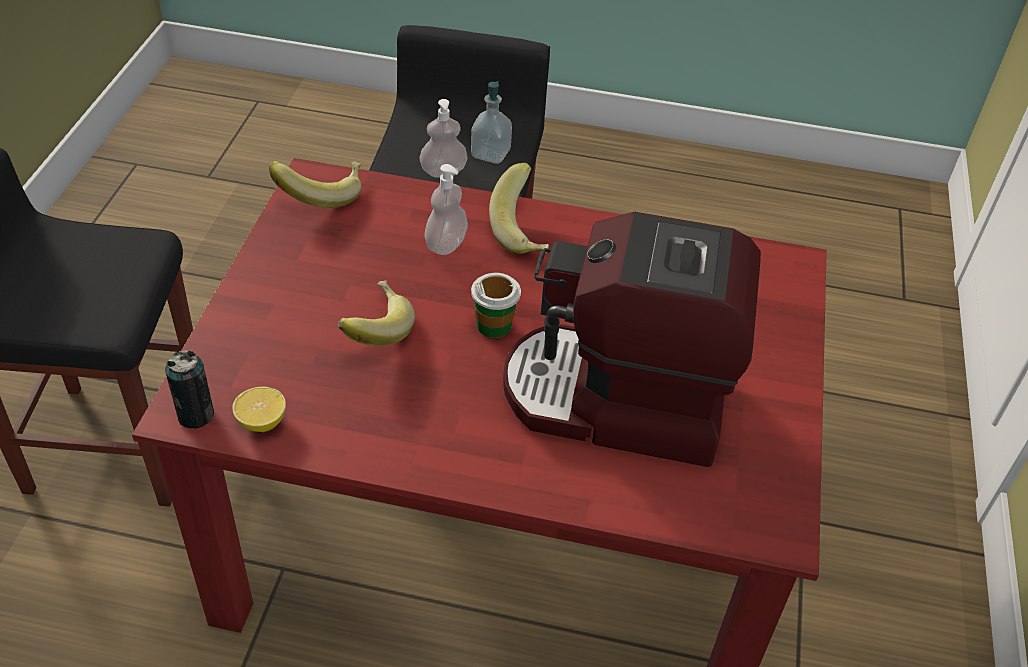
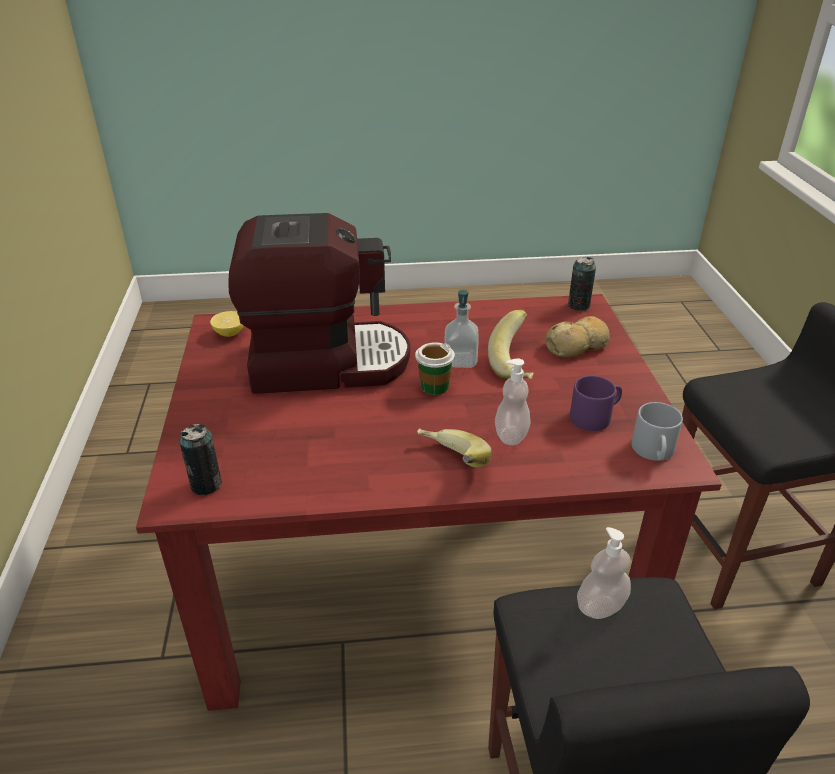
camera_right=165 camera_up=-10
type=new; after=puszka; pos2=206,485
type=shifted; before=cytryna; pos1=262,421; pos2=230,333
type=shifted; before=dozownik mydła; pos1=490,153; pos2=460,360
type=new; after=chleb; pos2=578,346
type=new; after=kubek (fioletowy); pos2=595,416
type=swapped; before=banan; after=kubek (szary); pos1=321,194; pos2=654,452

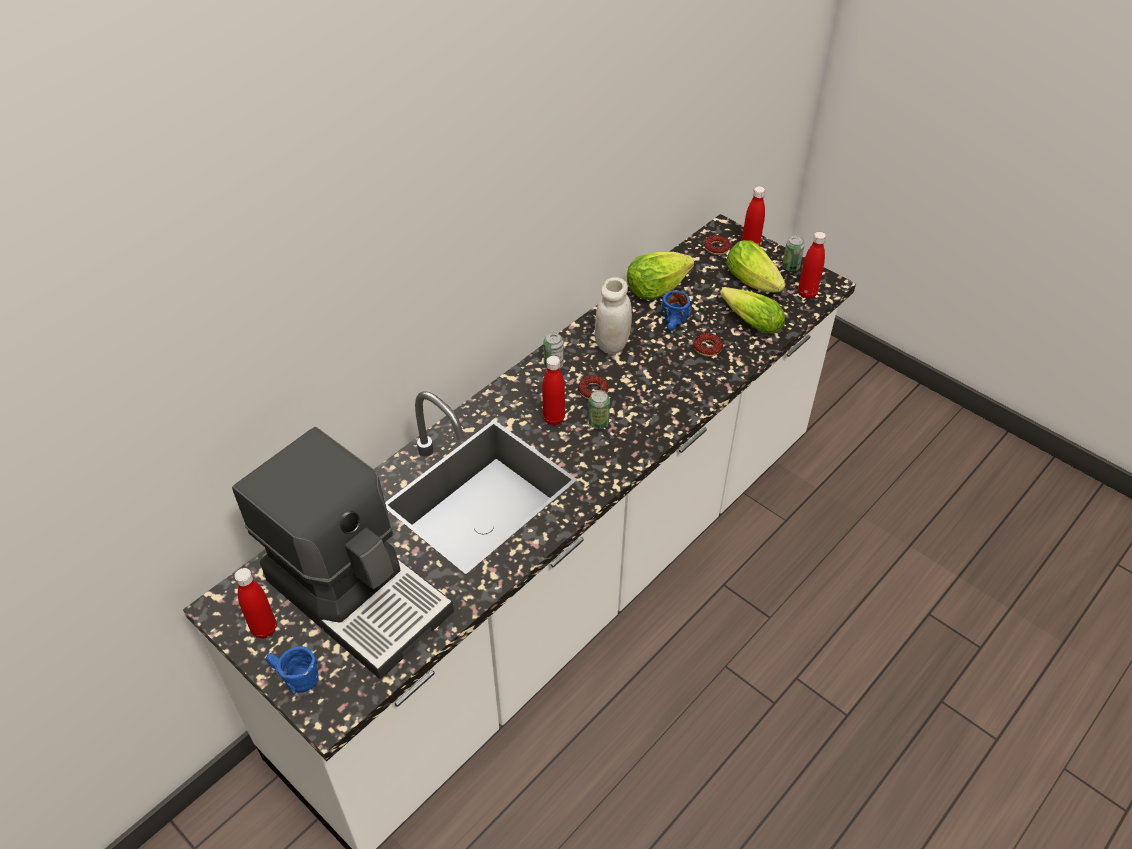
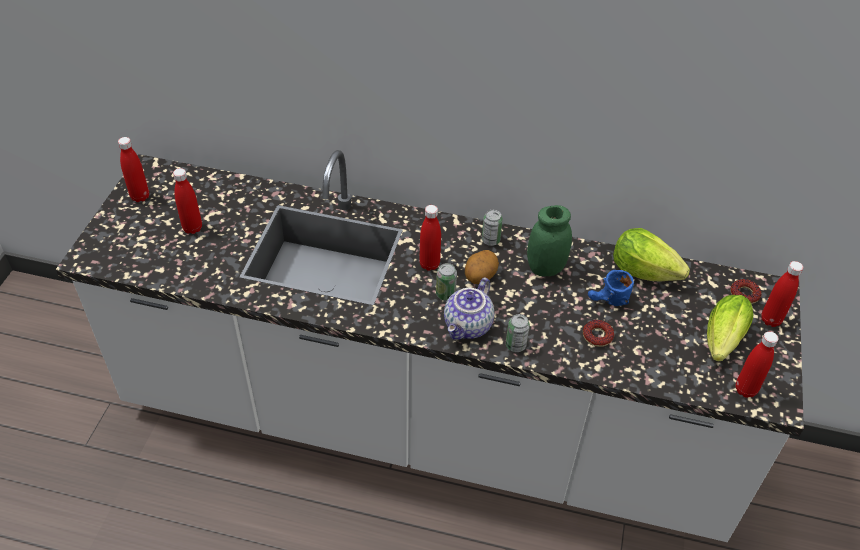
camera_right=60 camera_up=0
type=swapped; before=ekspres do kawy; after=butelka (czerwony); pos1=359,593; pos2=192,228
type=new; after=imbryk; pos2=468,326
type=swapped; before=donut; after=ziemniak; pos1=593,391; pos2=480,277
type=shifted; before=puszka; pos1=790,267; pos2=515,345
type=repainted; before=słoik (biały); after=słoik (zielony); pos1=612,344; pos2=545,268
type=gone; before=kubek (niebieski); pos1=293,678
type=gone; before=sałata; pos1=748,321

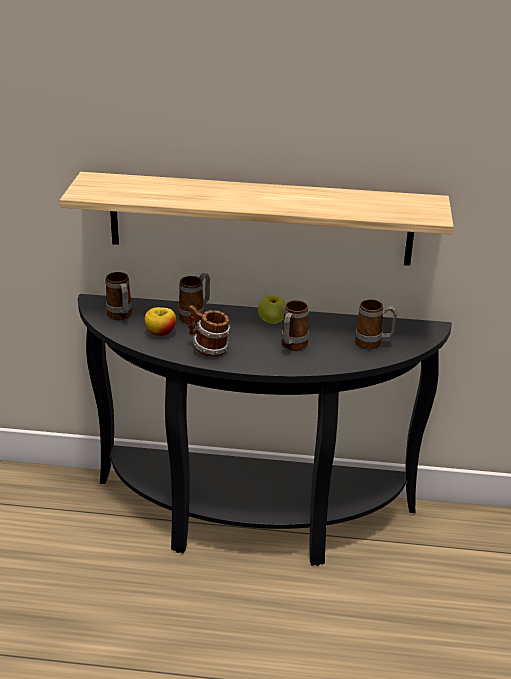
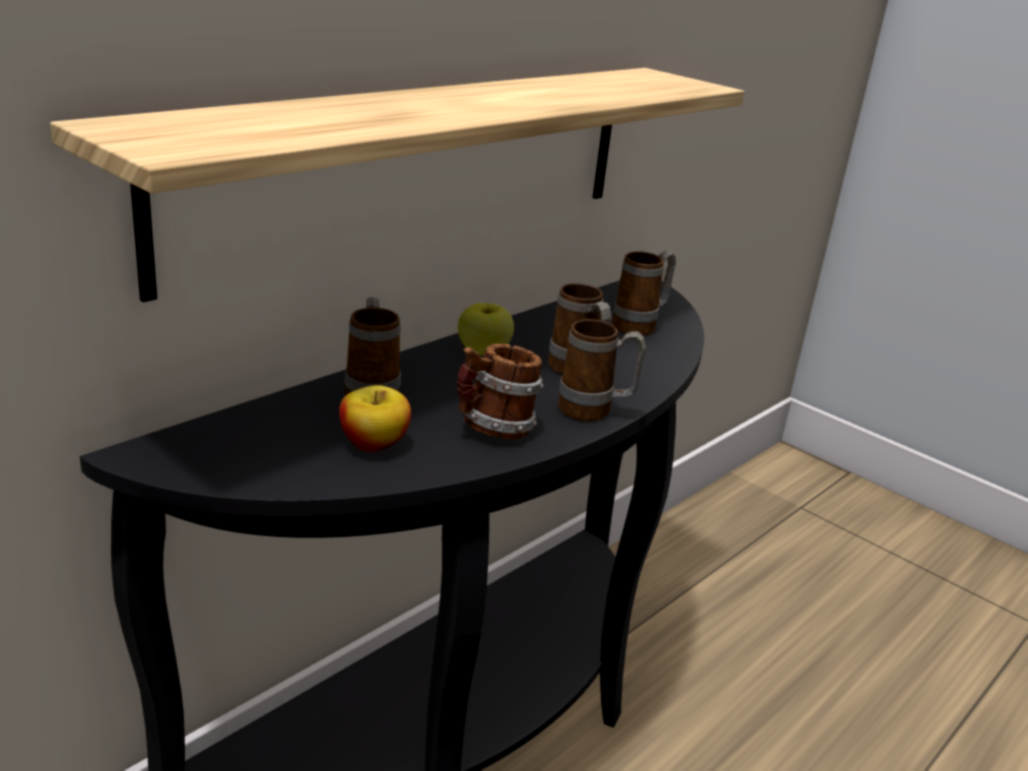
camera_right=-55 camera_up=-5
type=shifted; before=kubek; pos1=121,317; pos2=595,411

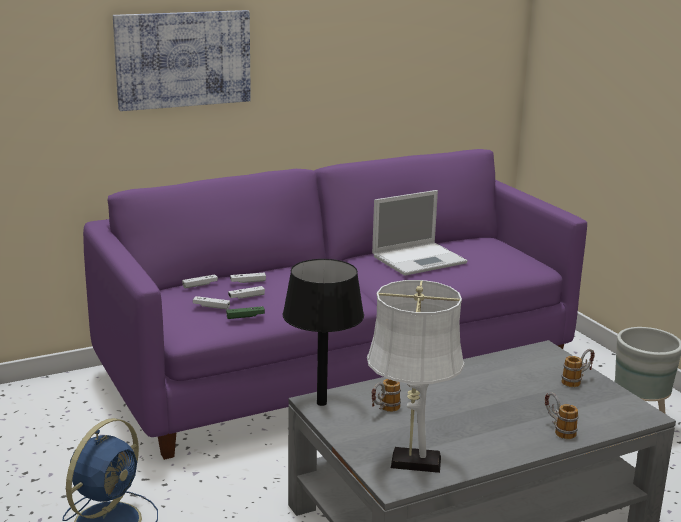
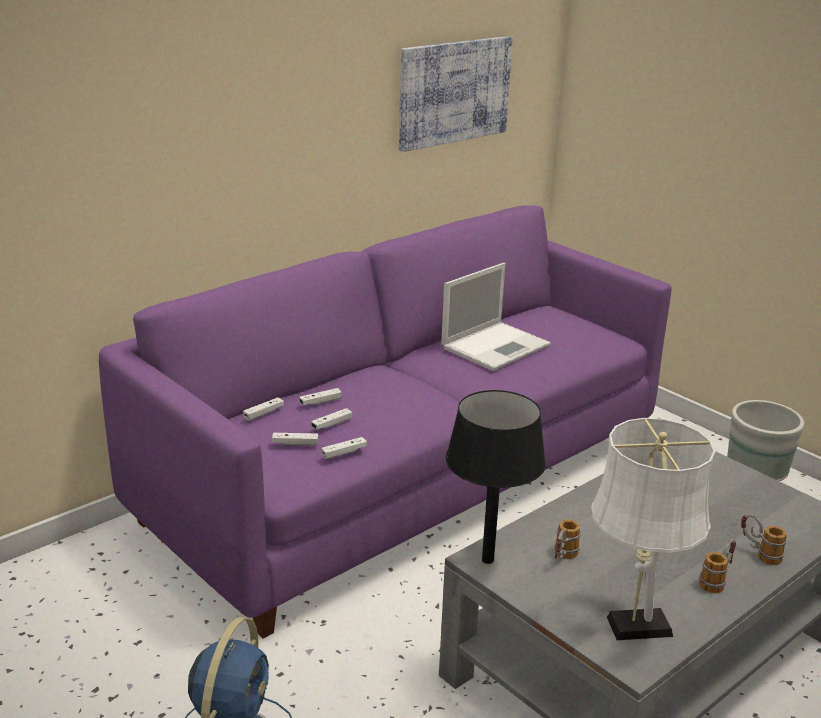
camera_right=-15 camera_up=5
type=repainted; before=pad do gier (zielony); after=pad do gier (biały); pos1=245,316; pos2=344,452
type=shifted; before=obraz; pos1=183,59; pos2=454,92
type=shifted; before=kubek; pos1=577,380; pos2=717,580

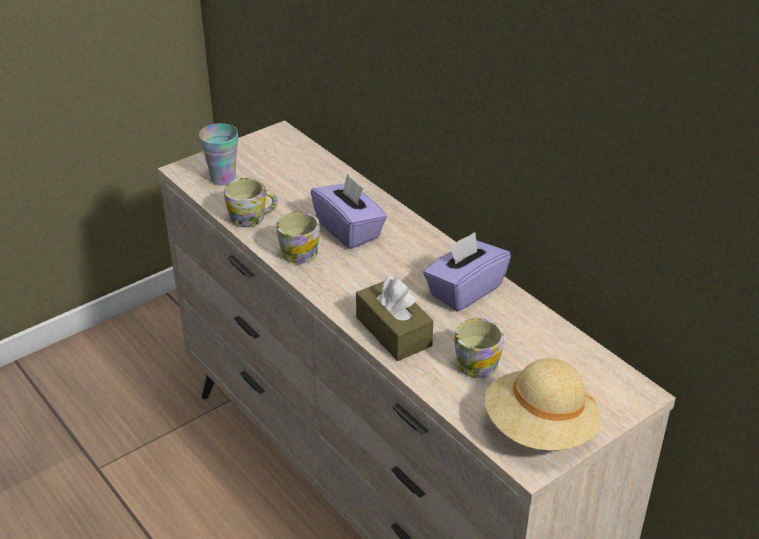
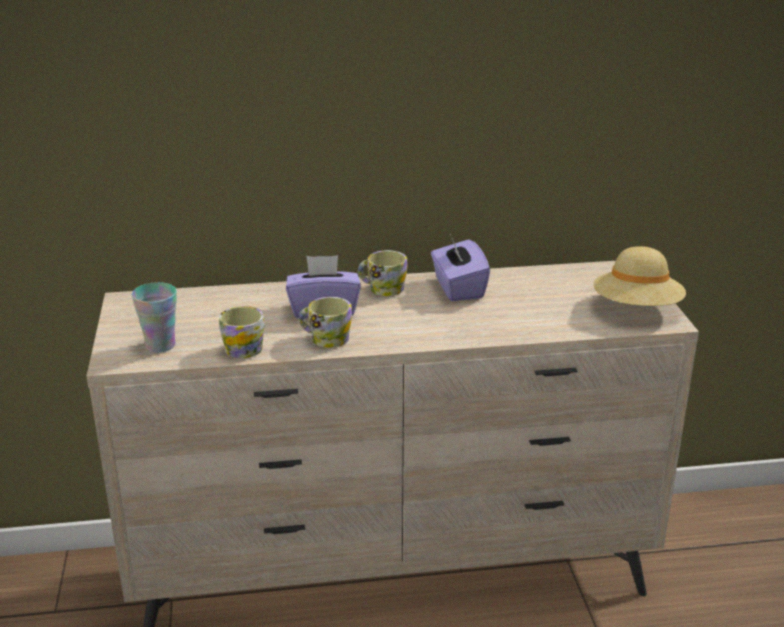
camera_right=-60 camera_up=-10
type=shifted; before=kubek; pos1=475,361; pos2=382,289
type=gone; before=pudełko chusteczek (brązowy); pos1=393,331

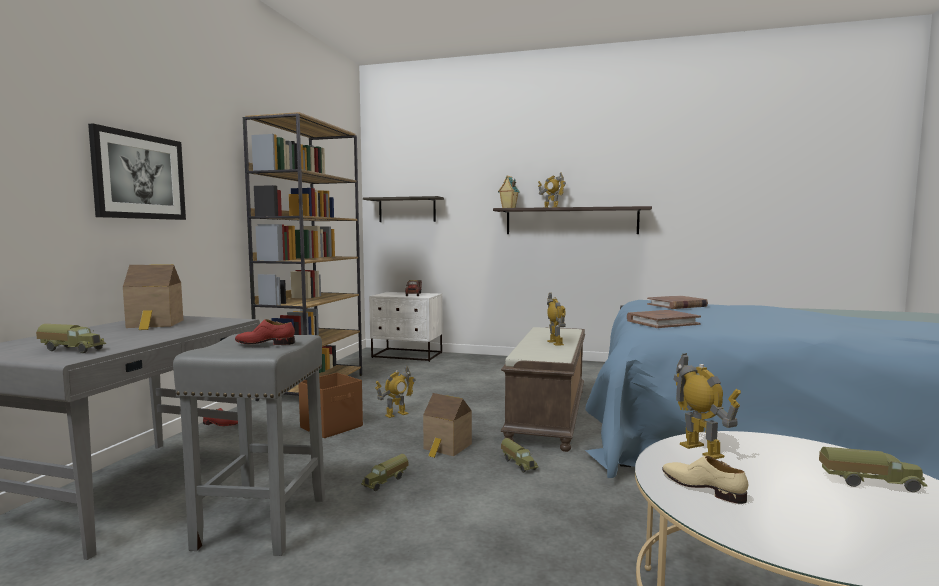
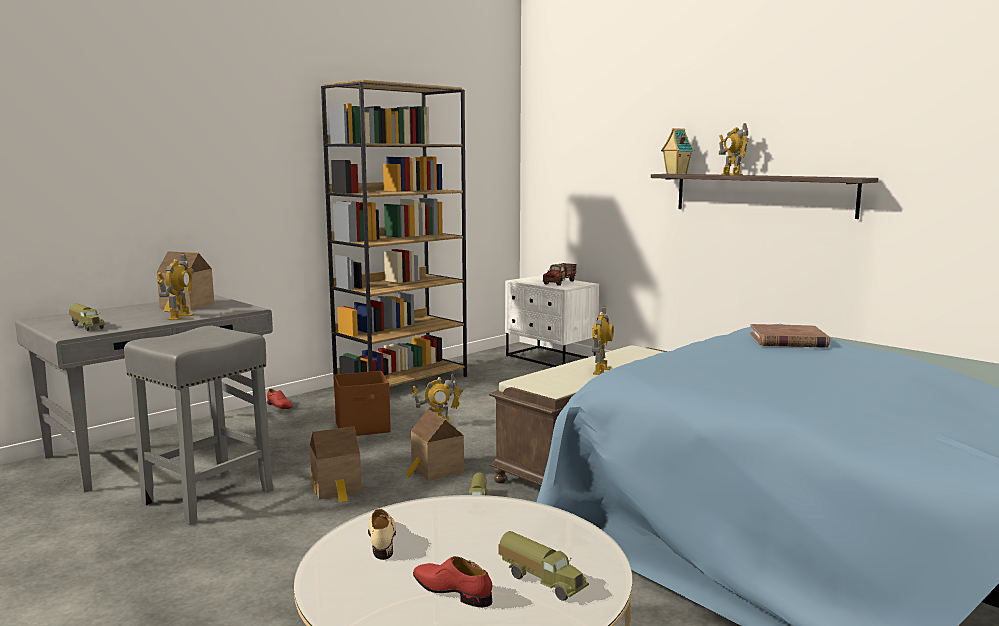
camera_right=30 camera_up=5
type=shifted; before=robot zabawkowy; pos1=701,450; pos2=180,317
type=swapped; before=ciężarówka zabawkowa; after=domek; pos1=386,481; pos2=337,489
type=shifted; before=but (czerwony); pos1=265,343; pos2=452,591
type=gone; before=obraz; pos1=139,176
type=gone; before=półka; pos1=407,210
type=gone; before=książka (brązowy); pos1=662,322

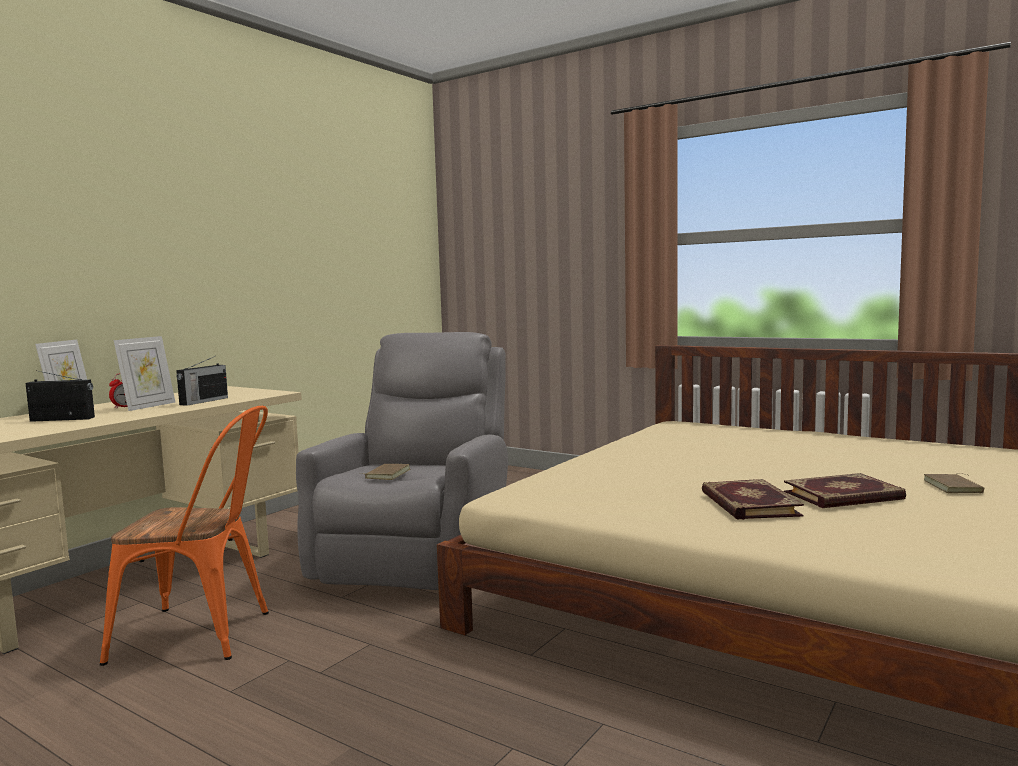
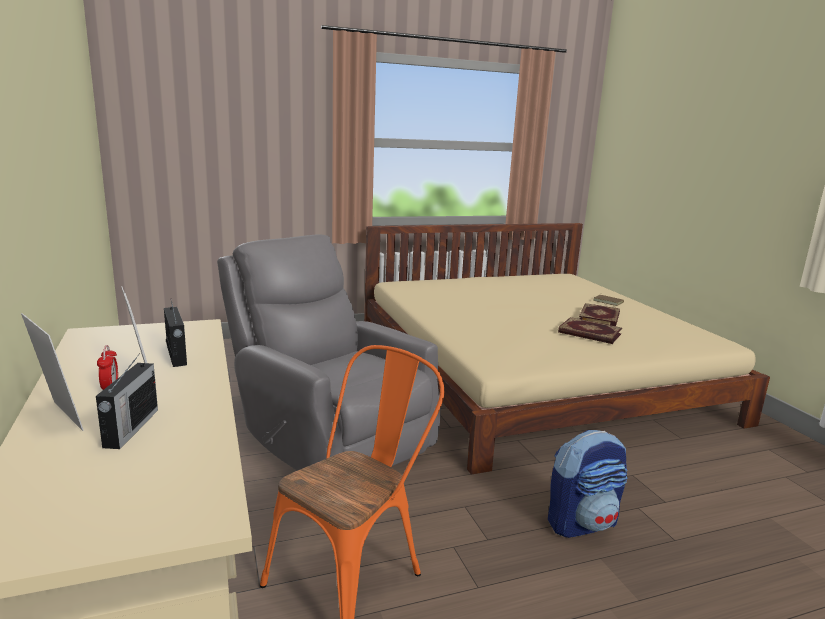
camera_right=-55 camera_up=10
type=rotated; before=radio; pos1=63,419; pos2=130,428; turn=150
type=new; after=plecak; pos2=582,522
type=gone; before=książka (brązowy); pos1=386,474

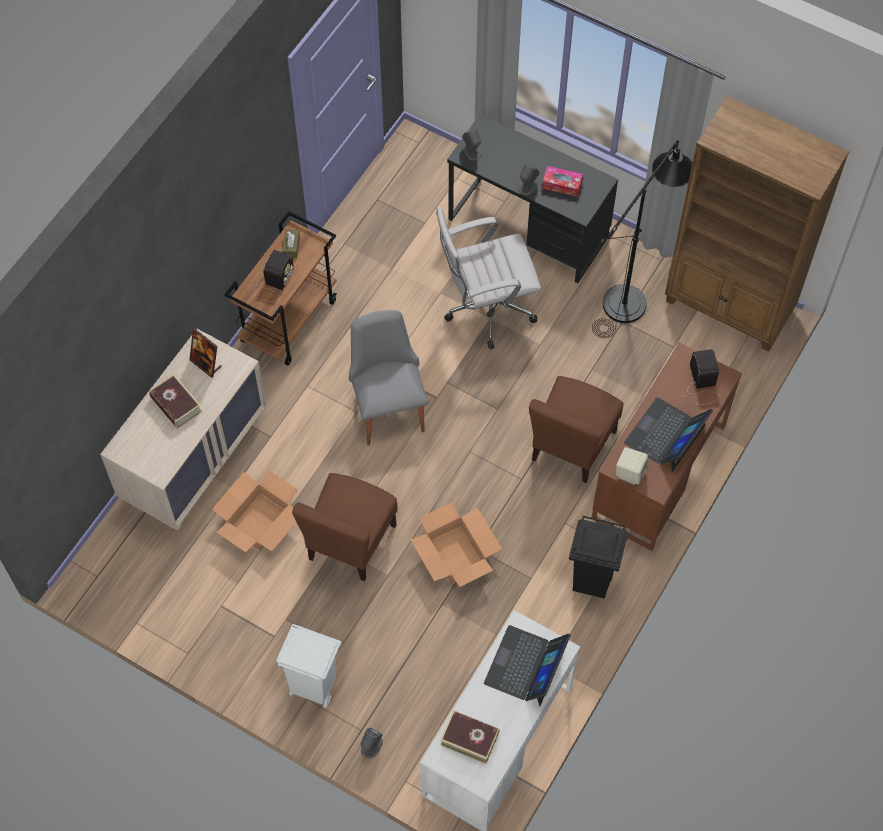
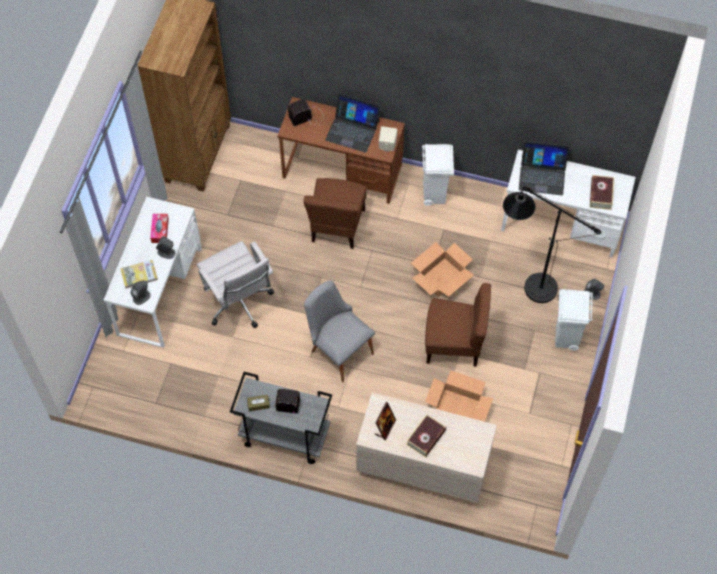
camera_right=-105 camera_up=0
type=repainted; before=biurko (czarny); after=biurko (biały); pos1=528,229; pos2=160,291
type=new; after=książka; pos2=139,275
type=repainted; before=wózek (brązowy); after=wózek (szary); pos1=289,320; pos2=284,436
type=rotated; before=krzesło (brązowy); pos1=572,445; pos2=337,225; turn=90
type=rotated; before=krzesło (szary); pos1=388,404; pos2=338,348; turn=75
type=repainted; before=kosz na śmieci (czarny); after=kosz na śmieci (biały); pos1=592,581; pos2=434,194
type=shifted; before=lampa stojąca (czarny); pos1=632,296; pos2=531,284

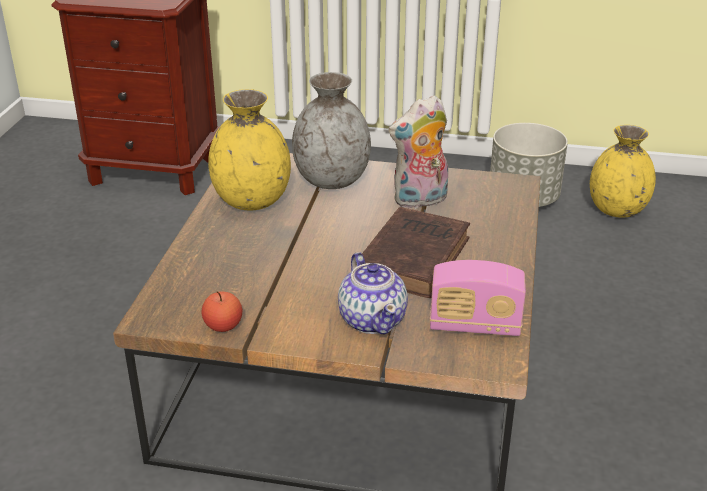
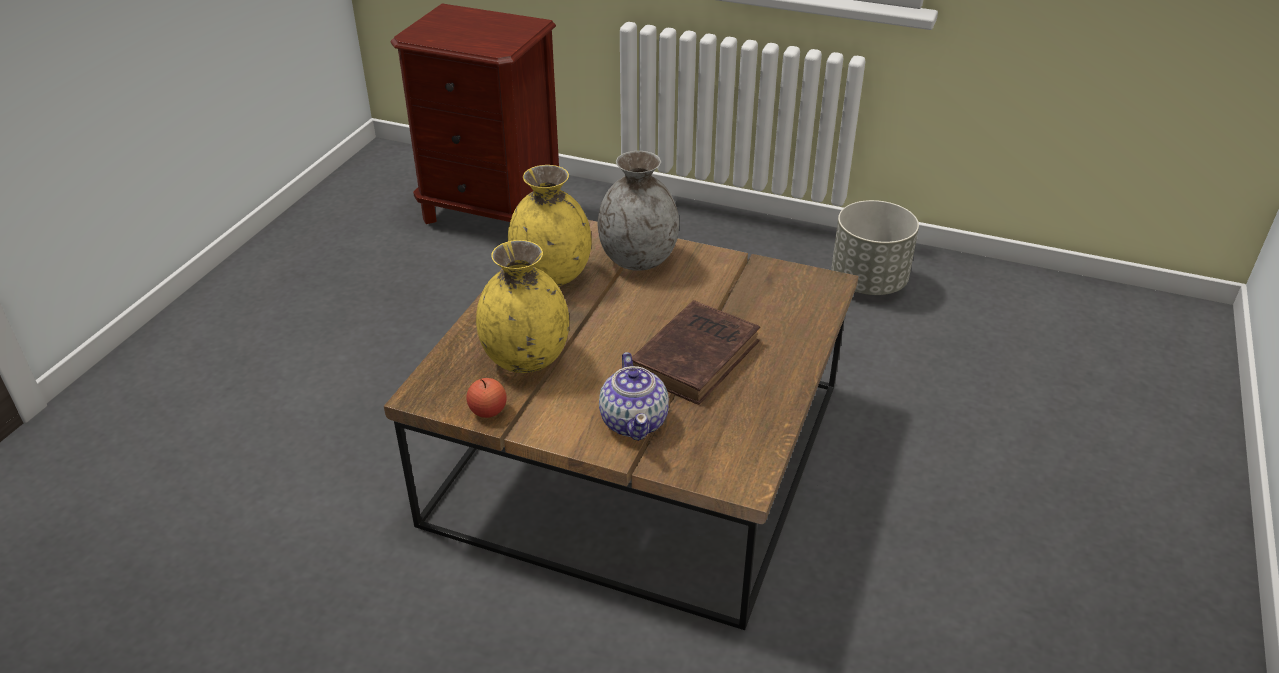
camera_right=10 camera_up=5
type=shifted; before=wazon (żółty); pos1=617,210; pos2=525,359
type=gone; before=pluszak; pos1=420,201
type=gone; before=radio; pos1=474,325

